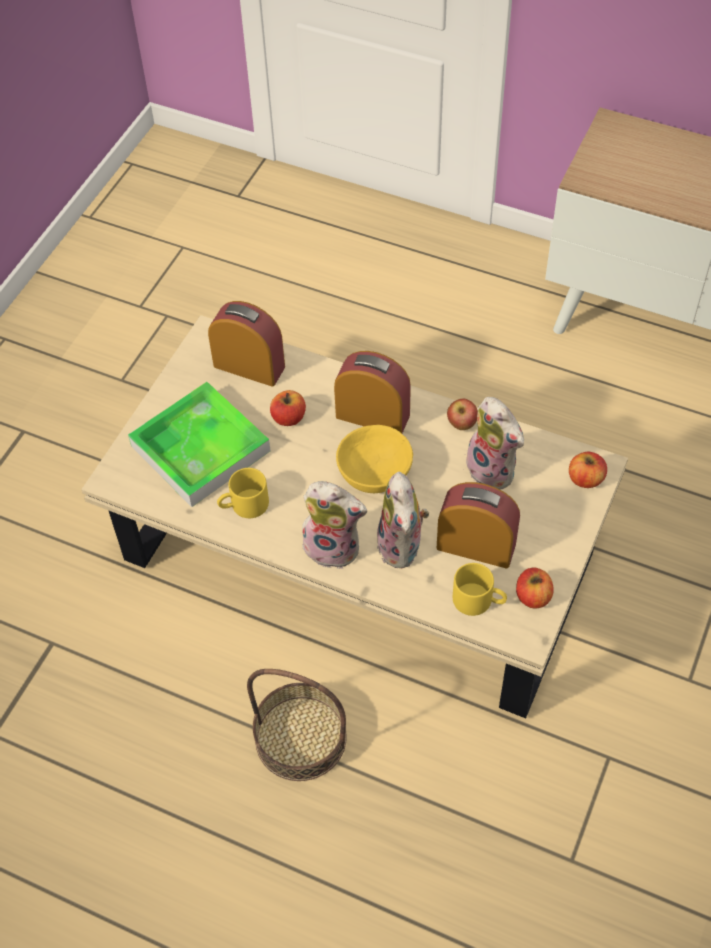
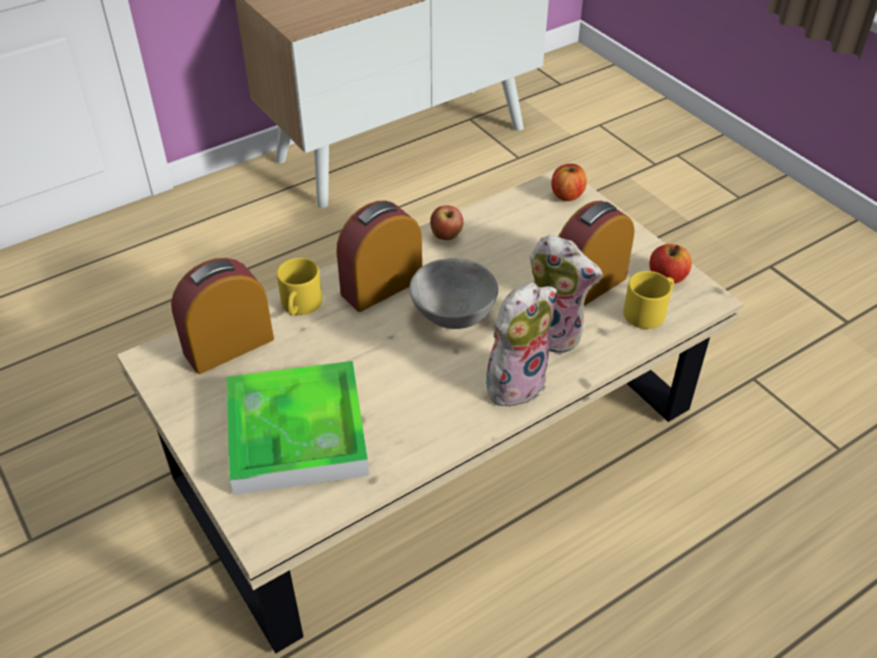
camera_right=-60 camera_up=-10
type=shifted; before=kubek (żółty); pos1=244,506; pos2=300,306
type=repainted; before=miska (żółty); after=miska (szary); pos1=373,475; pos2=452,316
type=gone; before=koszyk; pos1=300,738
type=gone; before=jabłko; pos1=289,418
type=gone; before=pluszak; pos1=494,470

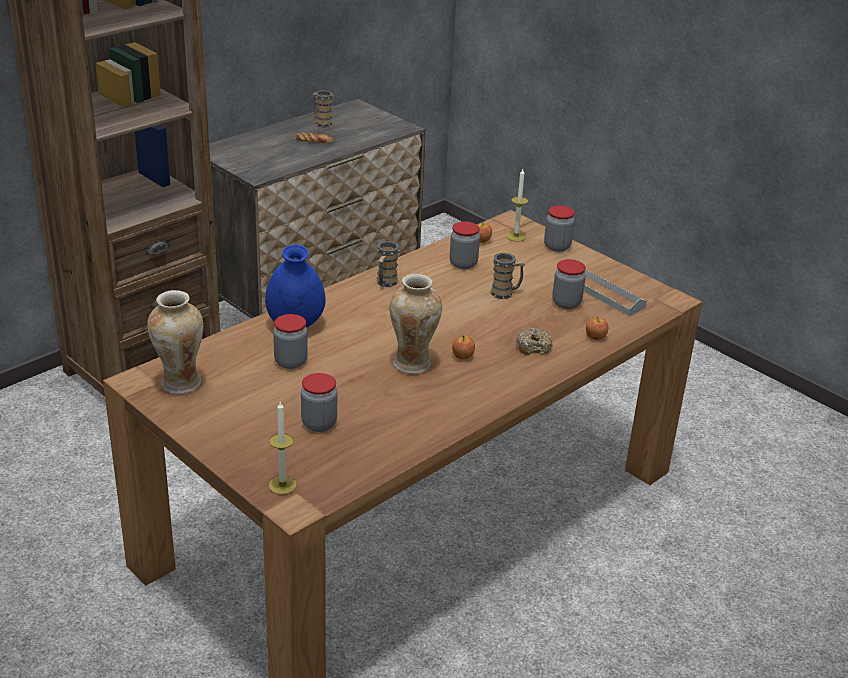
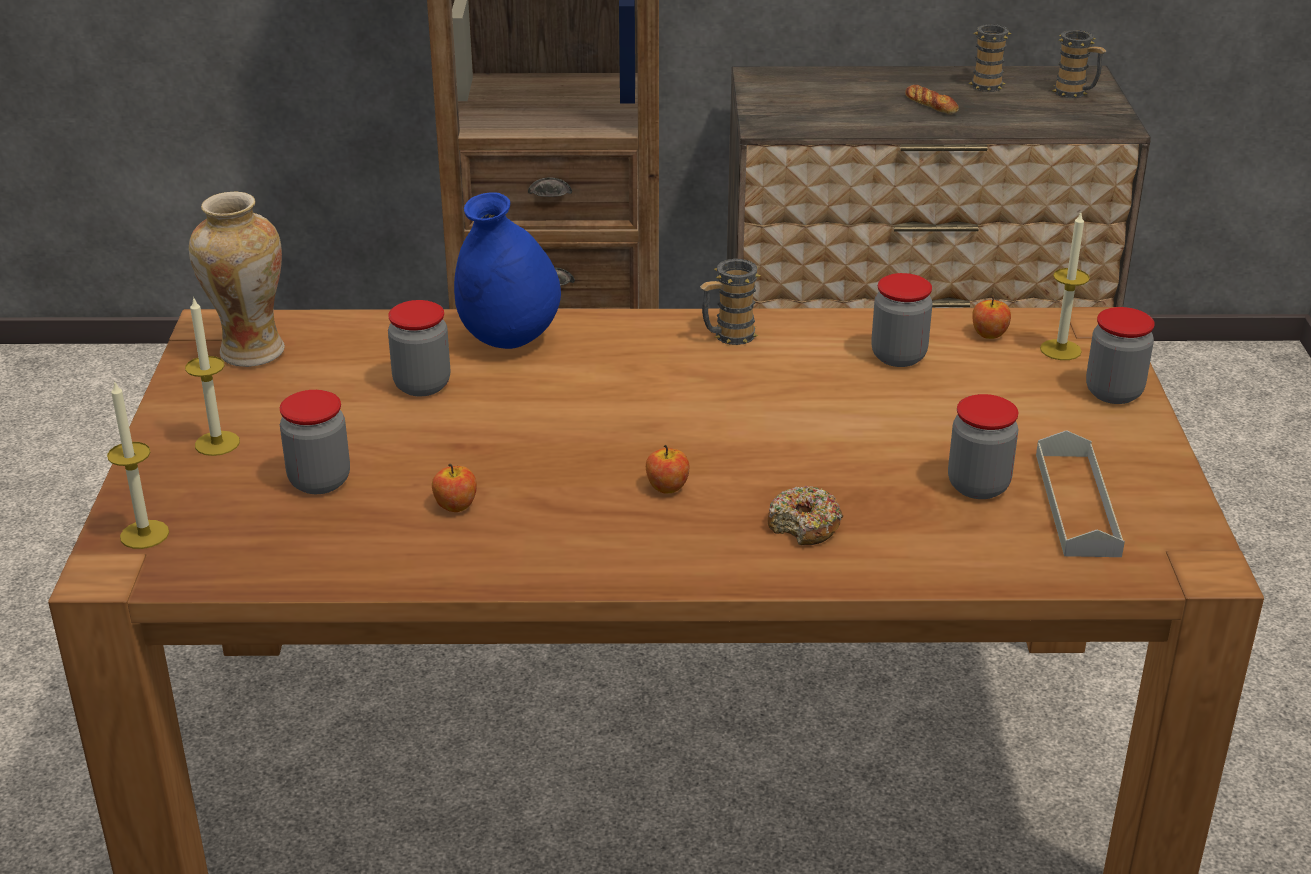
camera_right=45 camera_up=0
type=new; after=świeca; pos2=217,443
type=shifted; before=jabłko; pos1=595,337; pos2=455,506
type=shifted; before=kubek; pos1=505,293; pos2=1075,93
type=gone; before=wazon; pos1=413,364

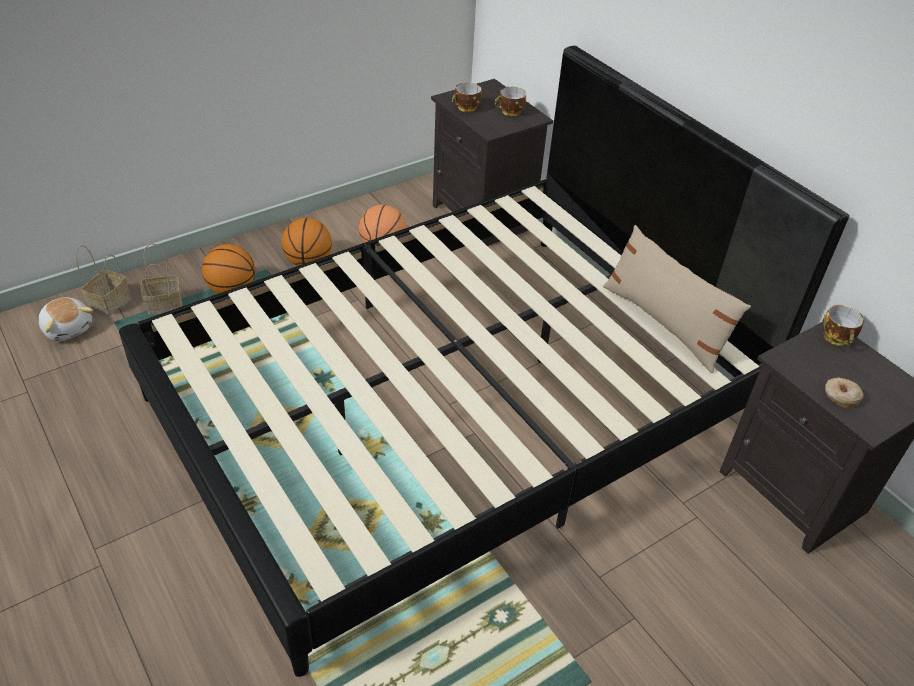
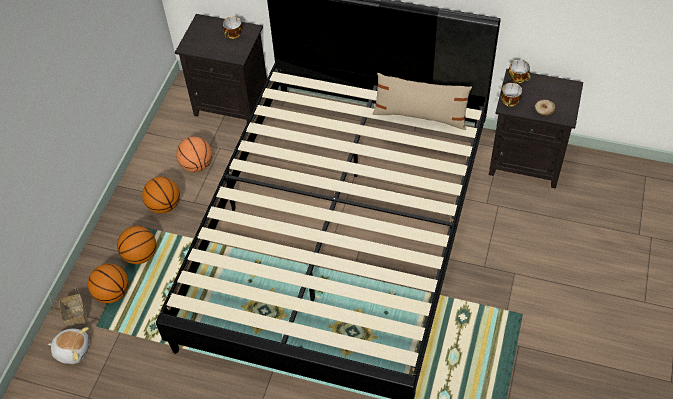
camera_right=-35 camera_up=10
type=swapped; before=koszyk; after=piłka do koszykówki; pos1=165,305; pos2=113,293
type=shifted; before=filiżanka; pos1=466,108; pos2=510,102

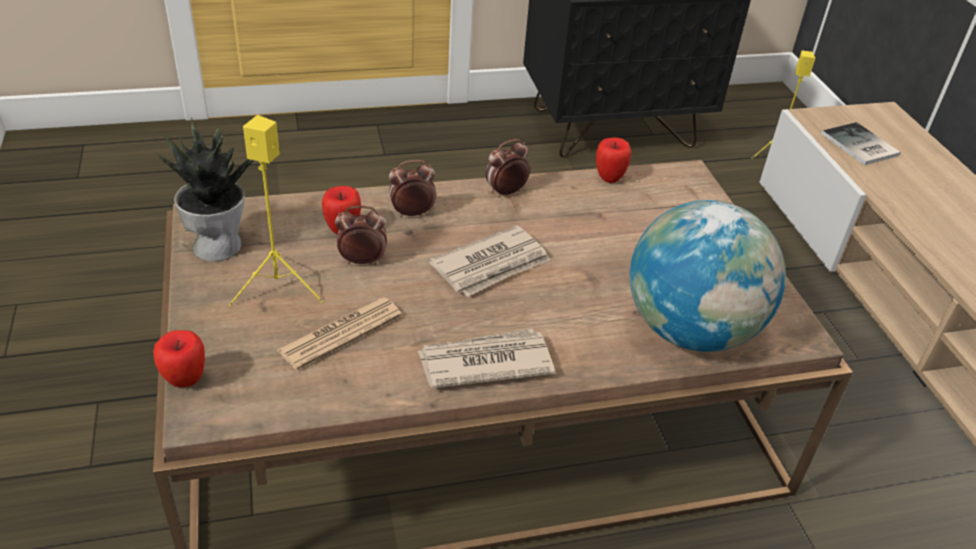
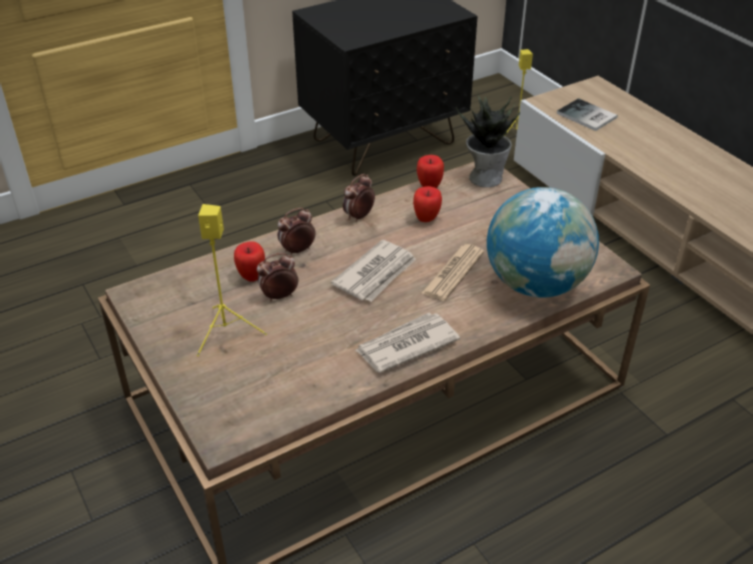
camera_right=-15 camera_up=0
type=shifted; before=jabłko; pos1=185,381; pos2=426,219
type=shifted; before=gazeta; pos1=340,333; pos2=453,273
type=shifted; before=roślina doniczkowa; pos1=218,244; pos2=485,177

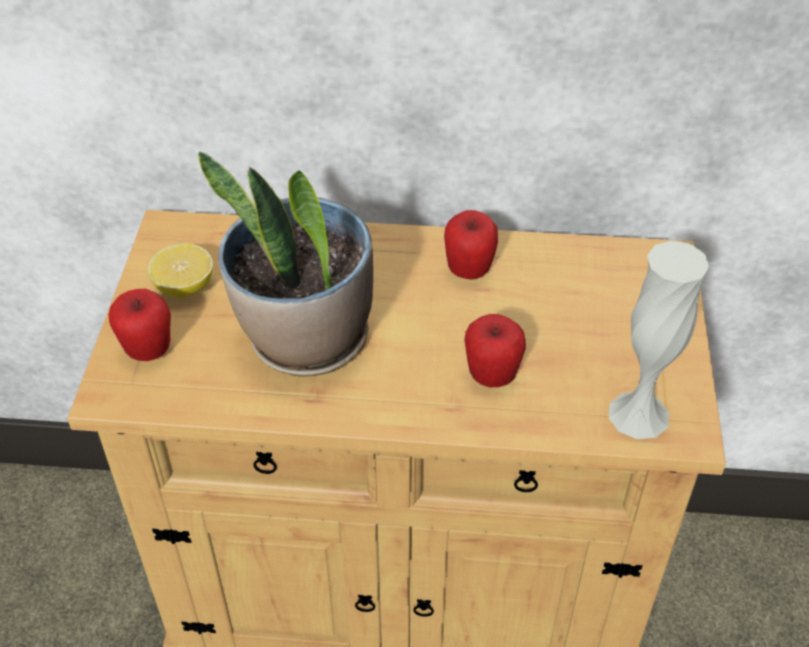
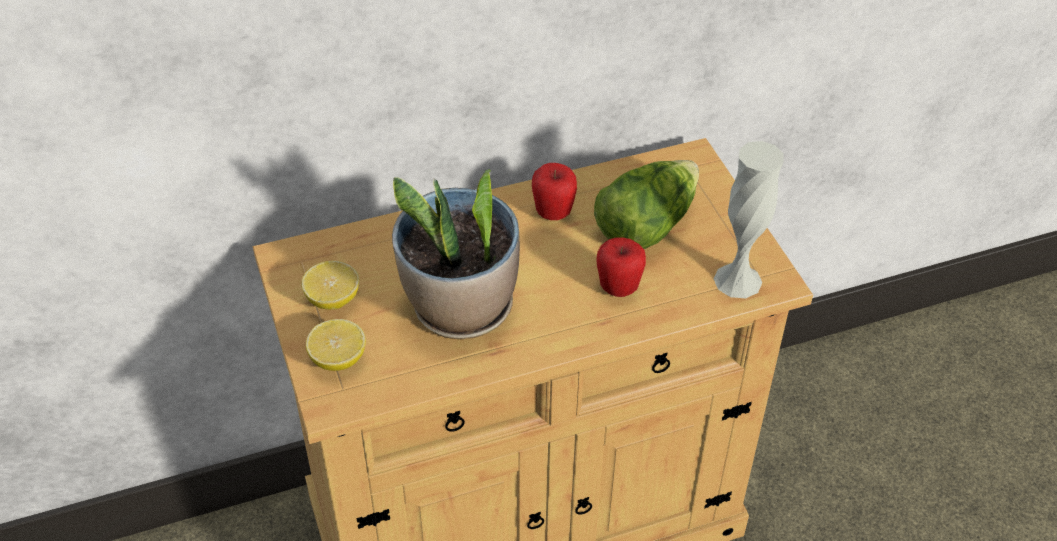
camera_right=-25 camera_up=0
type=swapped; before=jabłko; after=cytryna; pos1=148,350; pos2=338,359
type=new; after=sałata; pos2=645,224

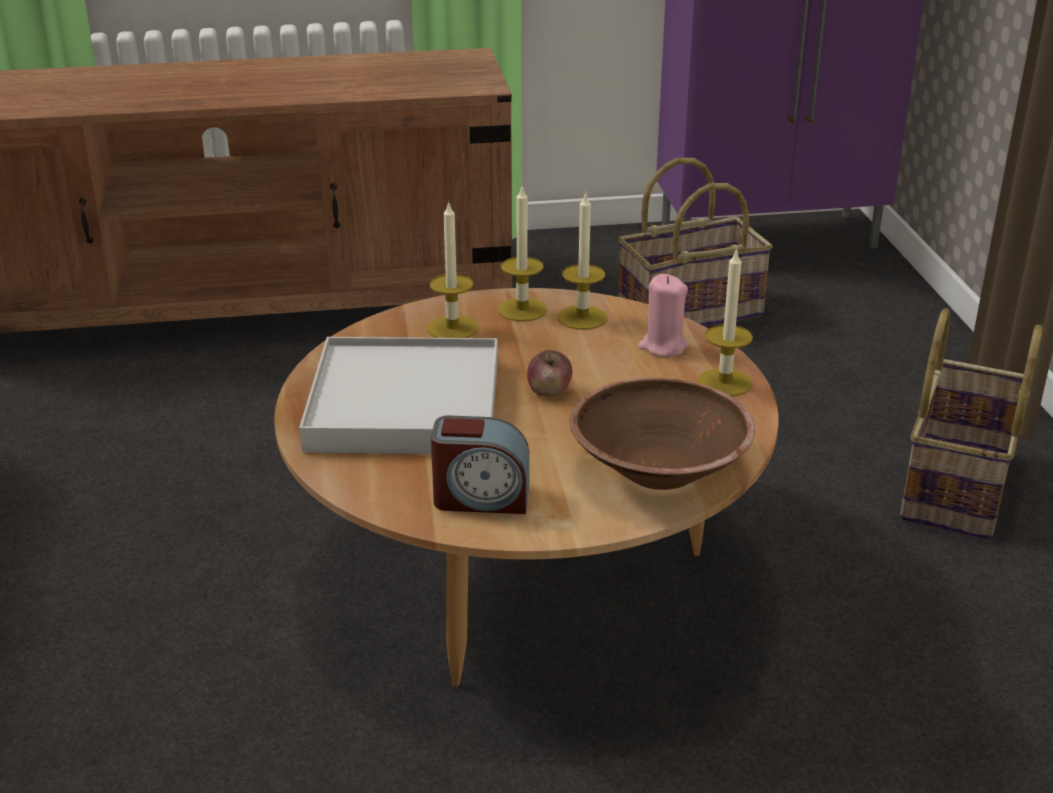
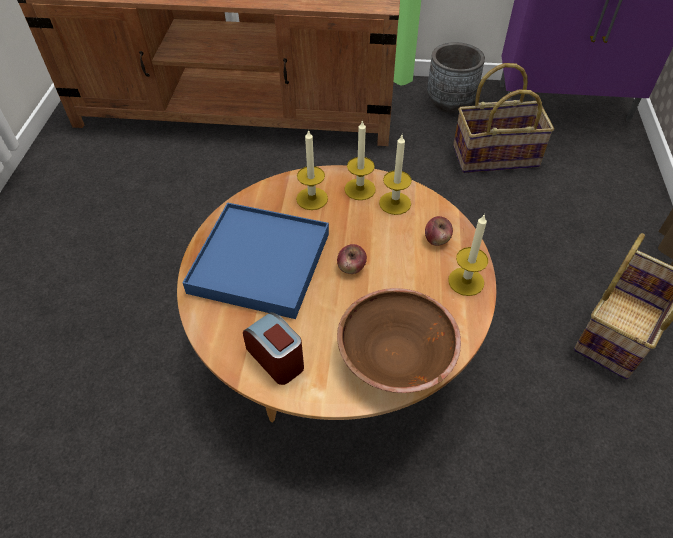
camera_right=15 camera_up=20
type=repainted; before=taca (biały); after=taca (niebieski); pos1=405,405; pos2=260,263
type=rotated; before=budzik; pos1=481,498; pos2=276,358; turn=-150
type=swapped; before=świeca (różowy); after=jabłko; pos1=663,346; pos2=437,239
type=new; after=donica (szary); pos2=450,103

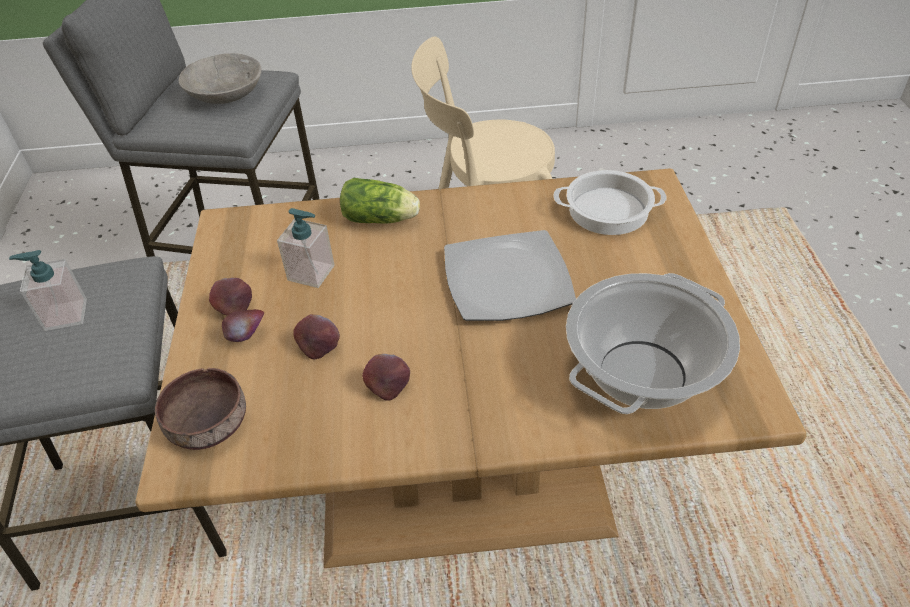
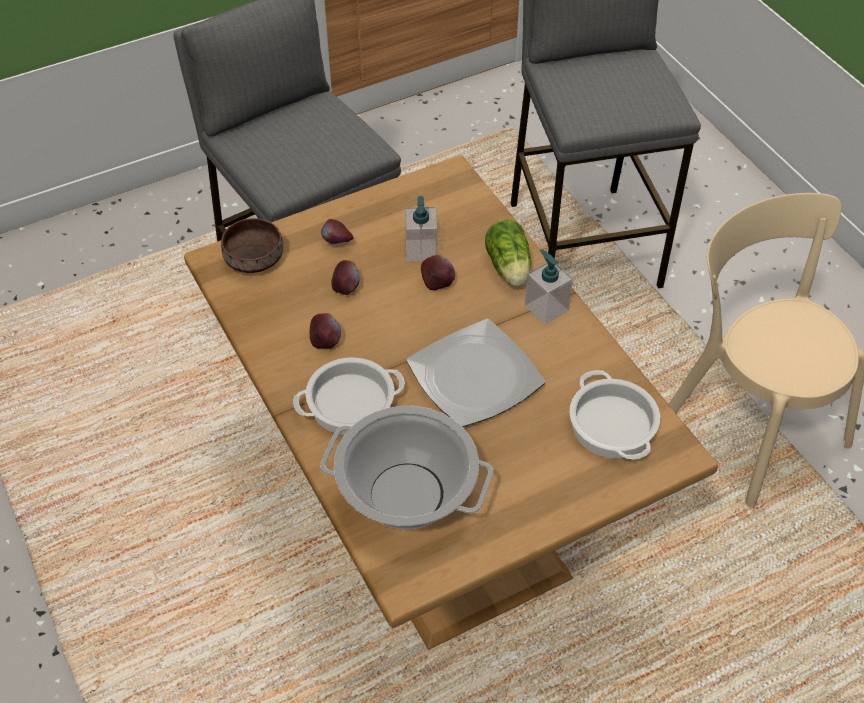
camera_right=65 camera_up=5
type=new; after=garnek; pos2=351,402
type=shifted; before=jabłko; pos1=235,308; pos2=438,282
type=shifted; before=dozownik mydła; pos1=65,315; pos2=546,308
type=gone; before=miska (szary); pos1=226,95

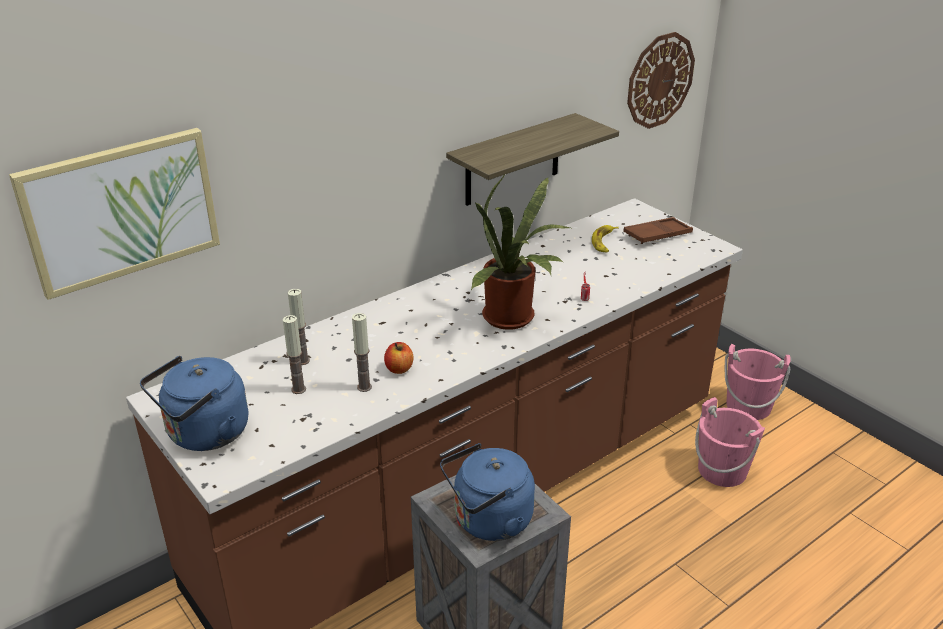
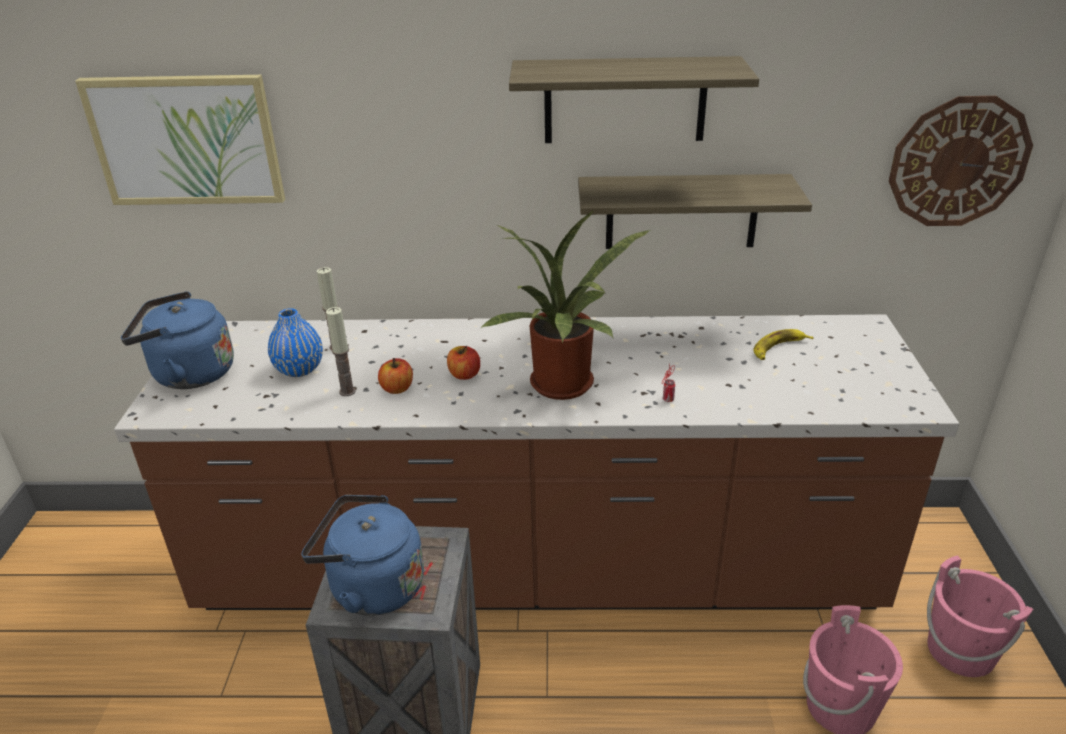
camera_right=40 camera_up=0
type=swapped; before=świeca; after=wazon (niebieski); pos1=298,389; pos2=299,369
type=new; after=jabłko; pos2=464,375
type=new; after=półka; pos2=625,100
type=gone; before=taca (brązowy); pos1=657,235

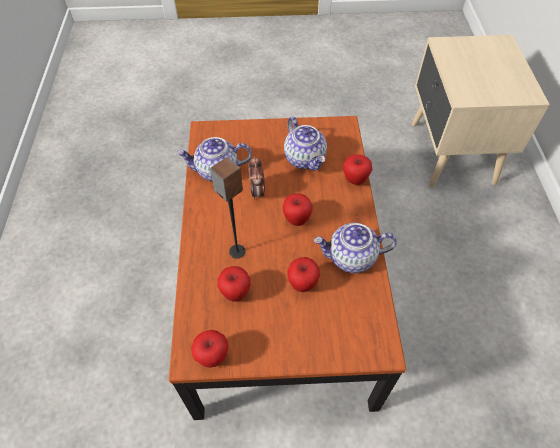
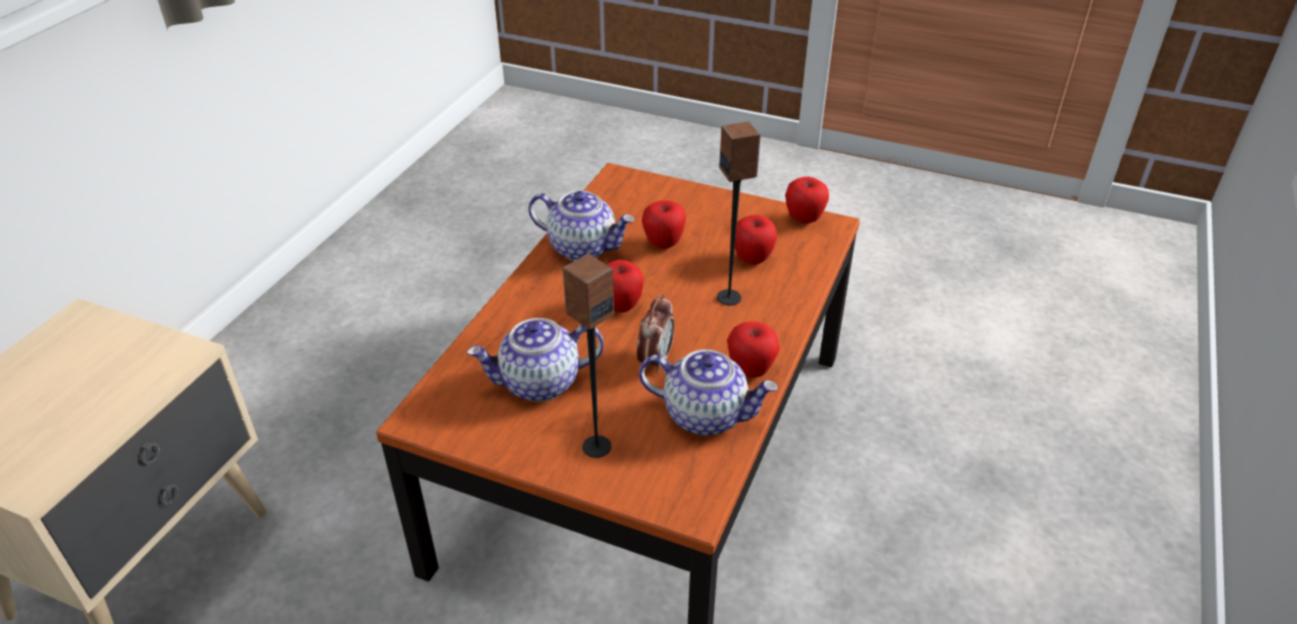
camera_right=-155 camera_up=-15
type=rotated; before=imbryk; pos1=305,159; pos2=539,384; turn=-105
type=new; after=głośnik; pos2=596,446
type=shifted; before=jabłko; pos1=355,179; pos2=750,370

